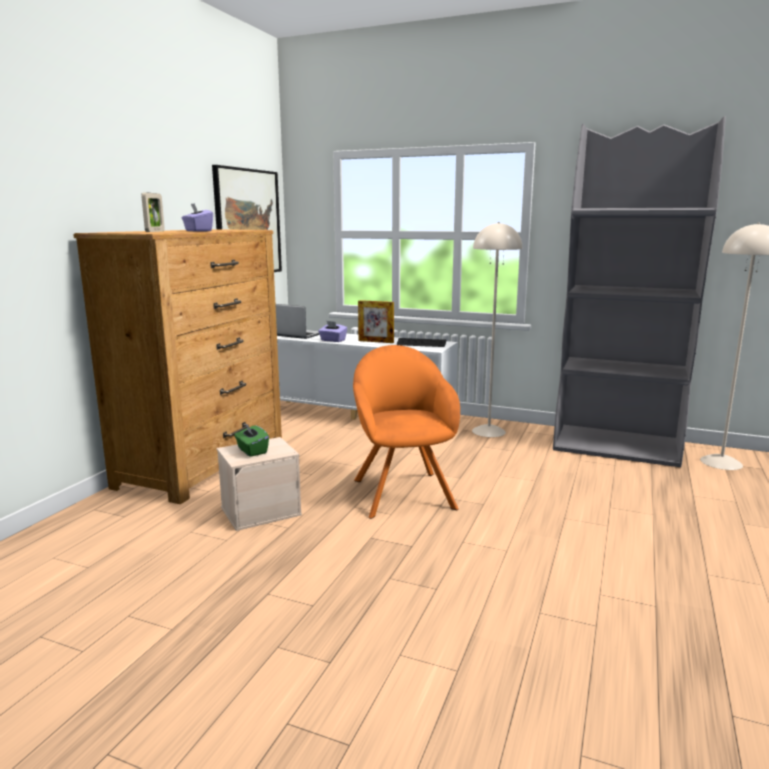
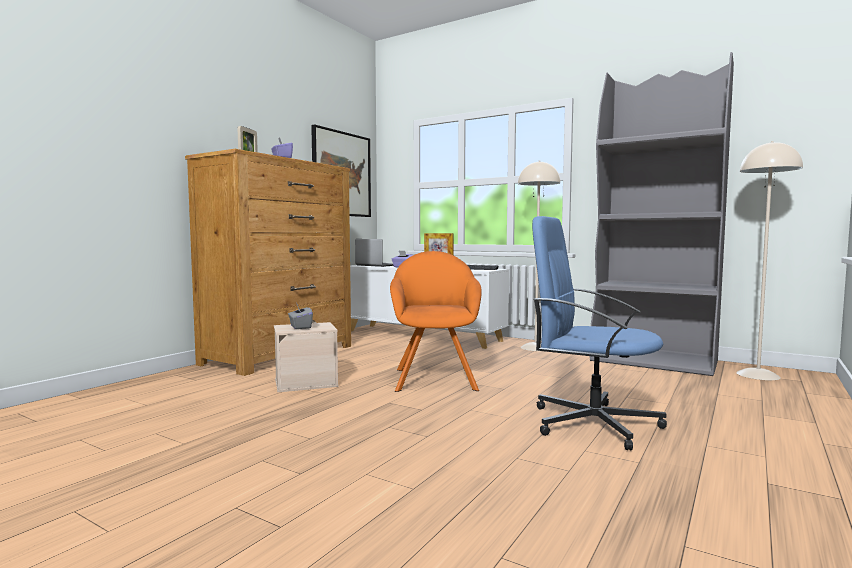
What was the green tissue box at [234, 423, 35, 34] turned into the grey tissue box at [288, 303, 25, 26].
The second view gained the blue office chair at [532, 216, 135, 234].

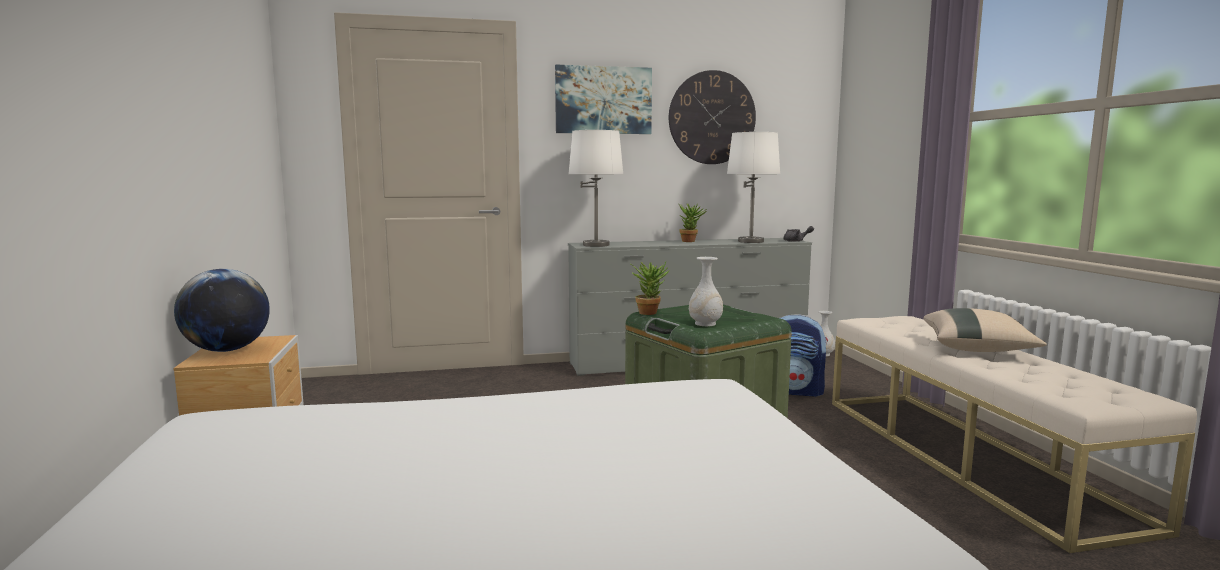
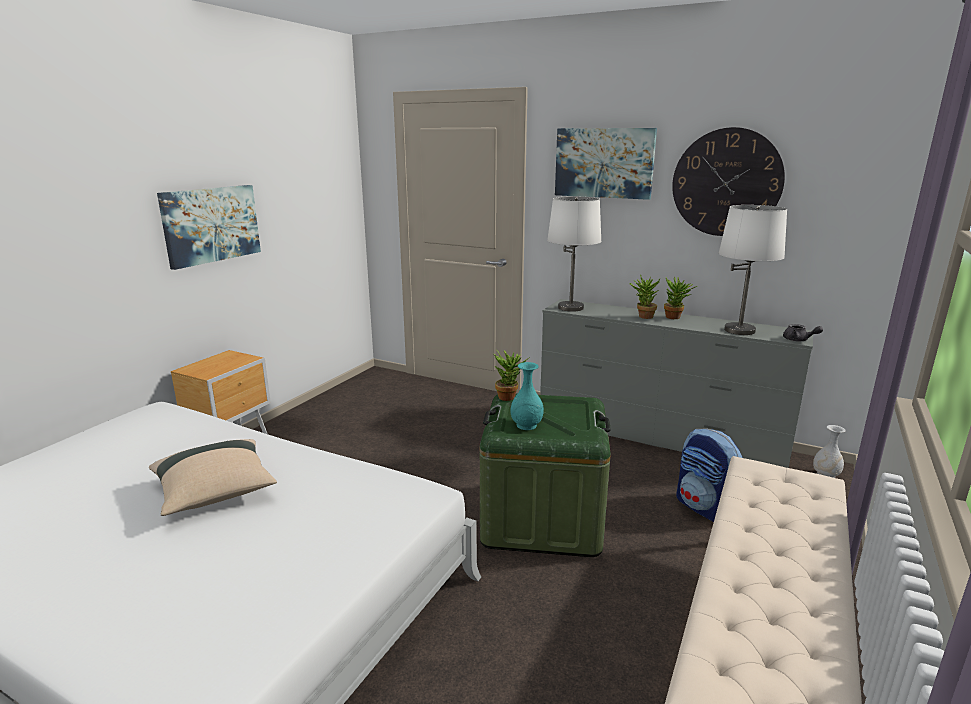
The beige pillow ended up elsewhere, having gone from [923, 308, 124, 44] to [149, 439, 128, 77].
The second view gained the picture at [157, 185, 104, 85].
What was the white vase at [689, 257, 34, 69] turned into the turquoise vase at [510, 362, 34, 68].
The second view gained the potted plant at [630, 274, 31, 45].
The second view lost the globe at [174, 269, 96, 83].

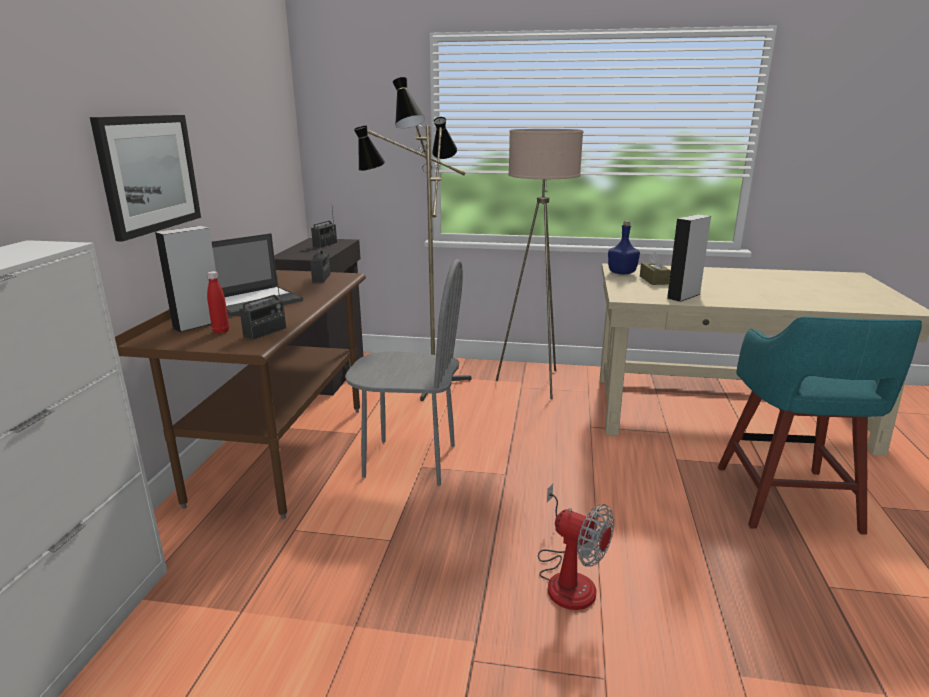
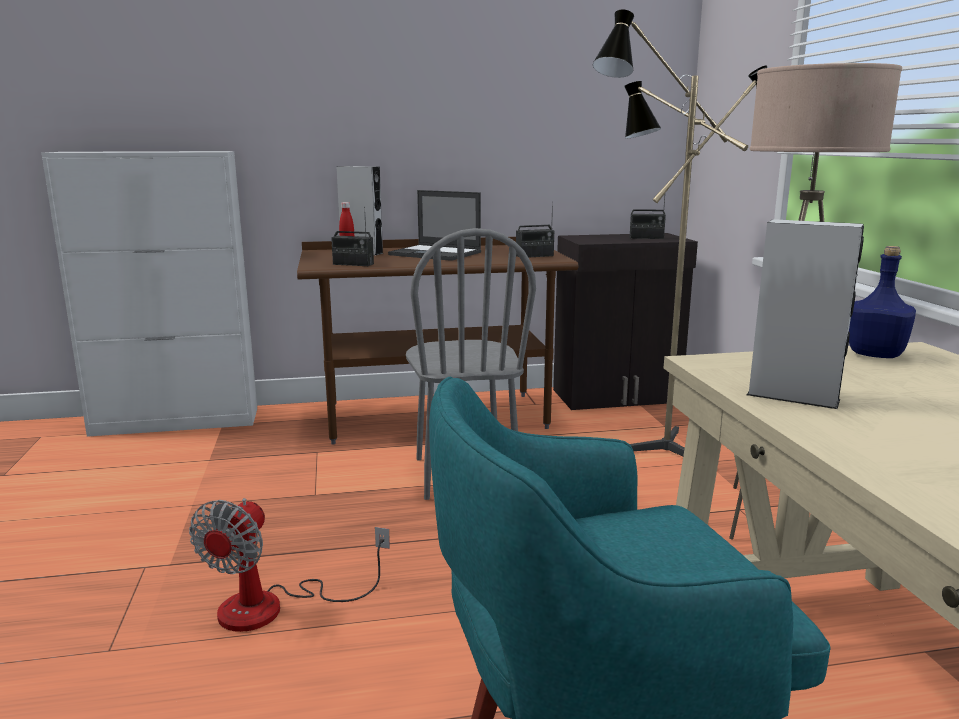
The second view lost the picture at [90, 115, 111, 127].
The second view lost the brown tissue box at [640, 252, 31, 33].

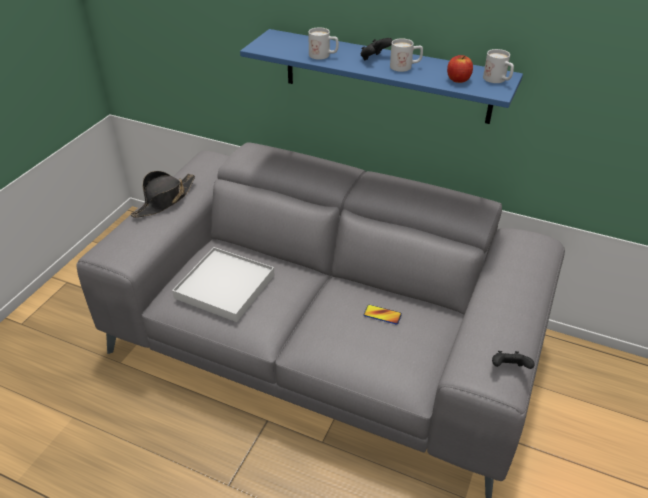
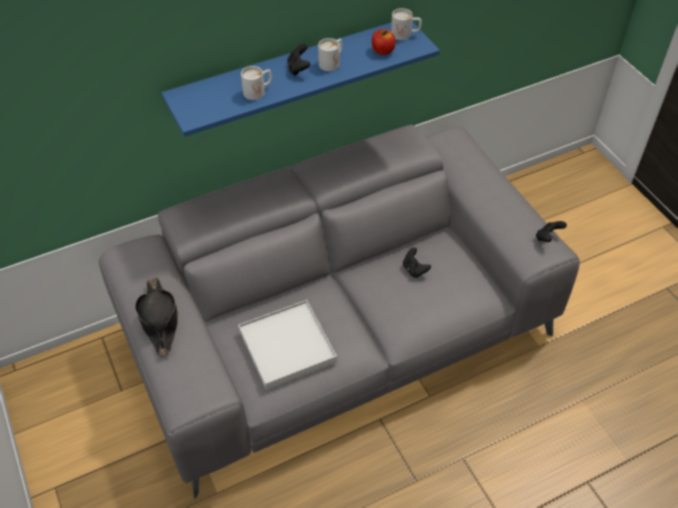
Where the phone stood at [364, 305, 38, 20], the black game controller came to stand at [403, 248, 28, 30].

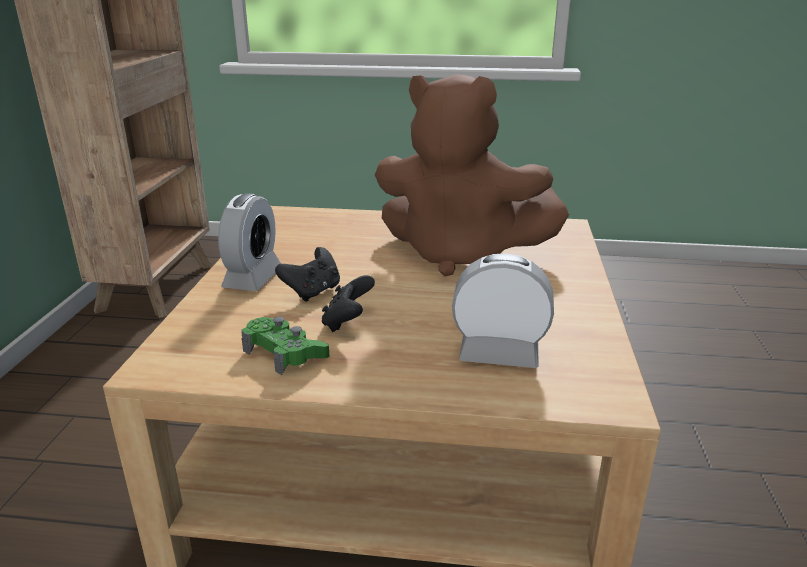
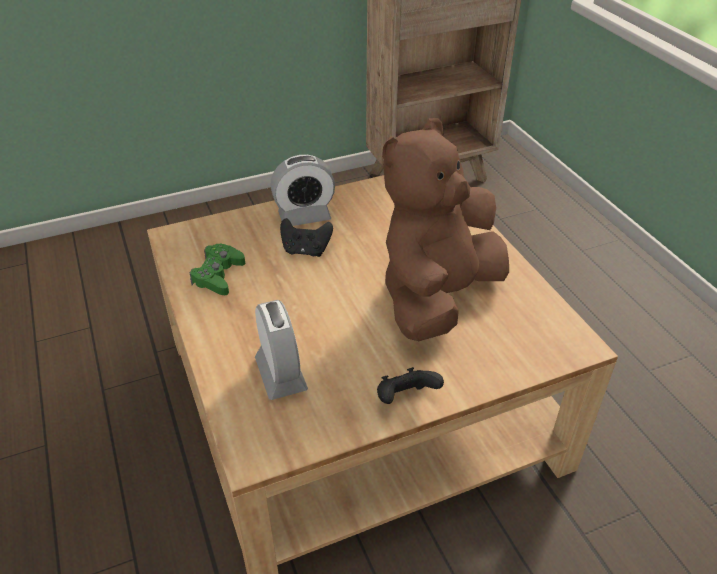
The black game controller ended up elsewhere, having gone from [322, 275, 53, 57] to [377, 367, 67, 37].
The brown plush toy at [375, 74, 194, 202] ended up facing another way, 45 degrees clockwise from before.

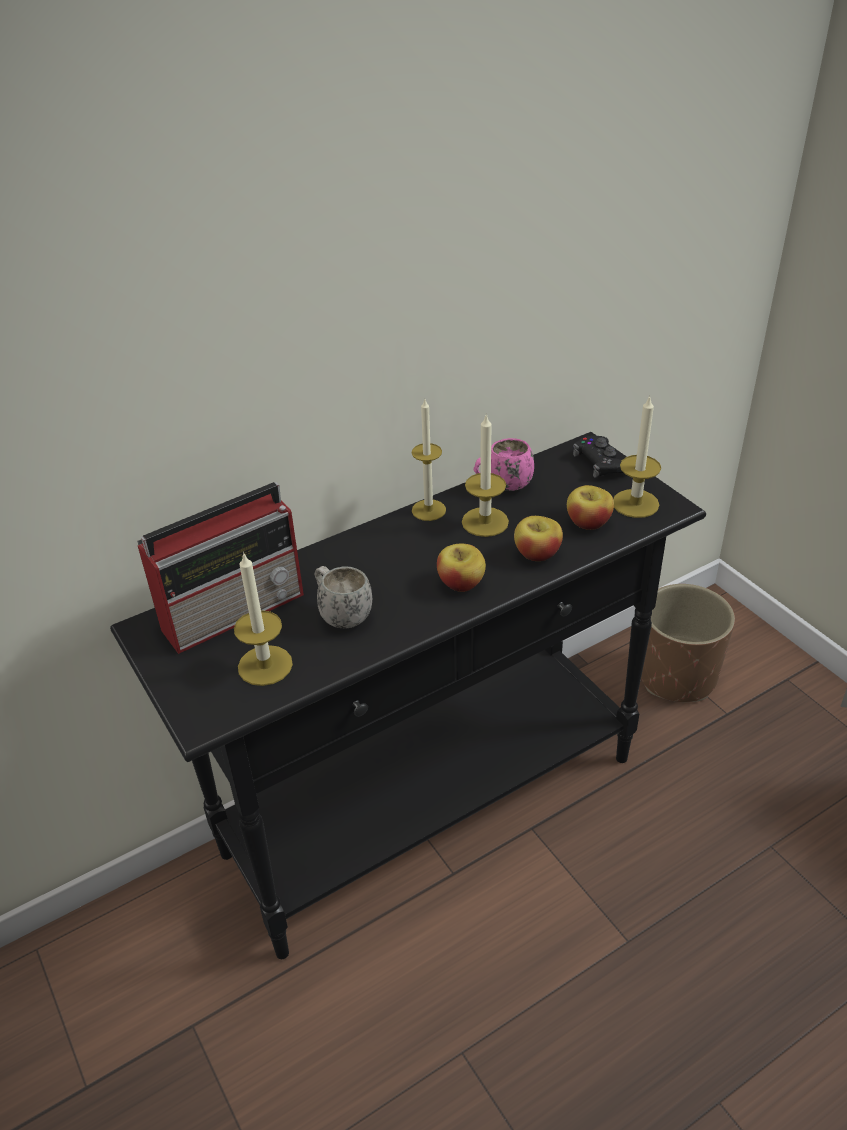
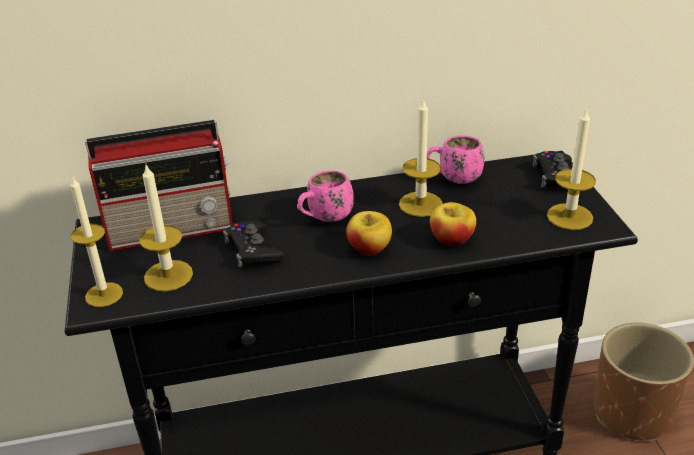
The candle ended up elsewhere, having gone from [412, 399, 34, 122] to [71, 176, 52, 131].
Where the white mug stood at [315, 566, 57, 63], the black game controller came to stand at [223, 221, 62, 47].
The second view gained the pink mug at [297, 170, 57, 52].
The second view lost the apple at [567, 485, 47, 45].

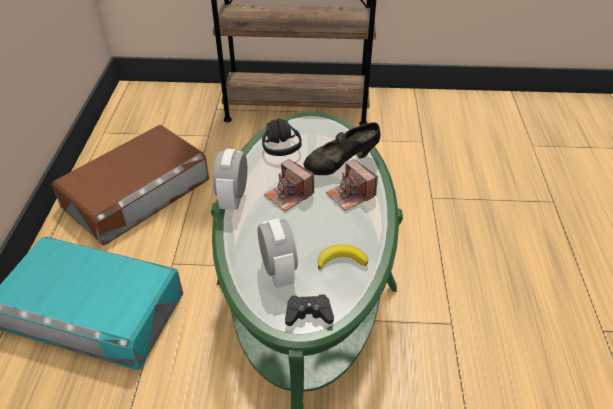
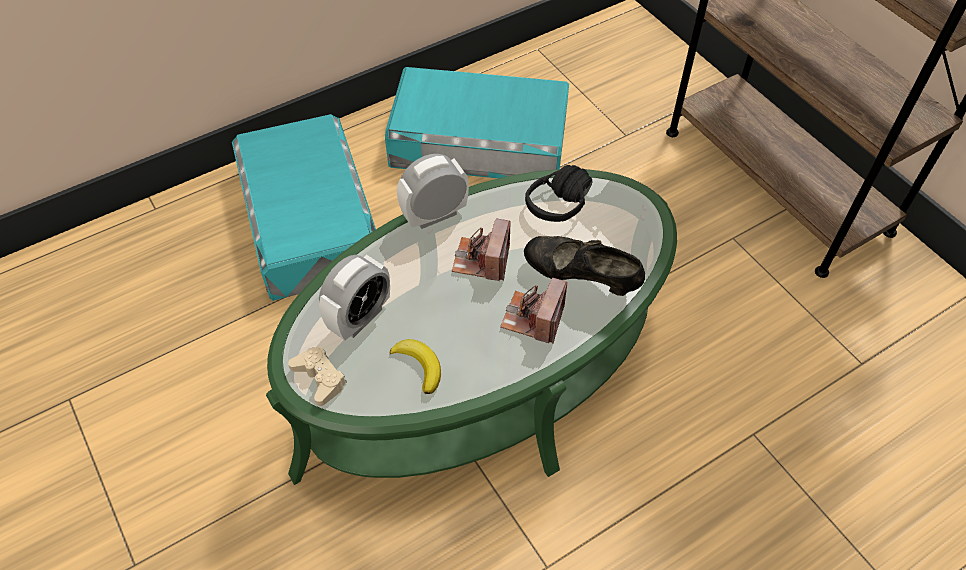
What was the black game controller at [285, 294, 49, 32] turned into the beige game controller at [288, 347, 59, 59].
What was the brown storage box at [52, 125, 157, 120] turned into the turquoise storage box at [385, 67, 184, 111].

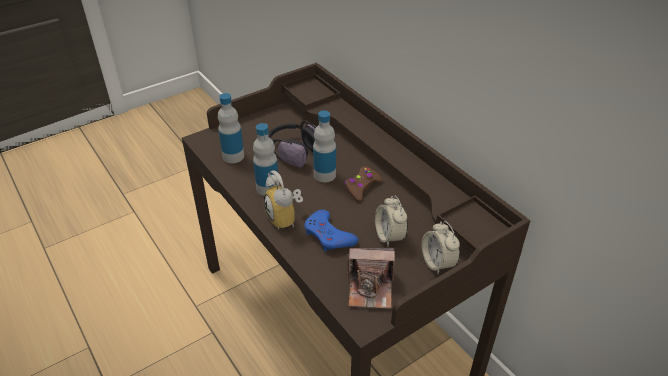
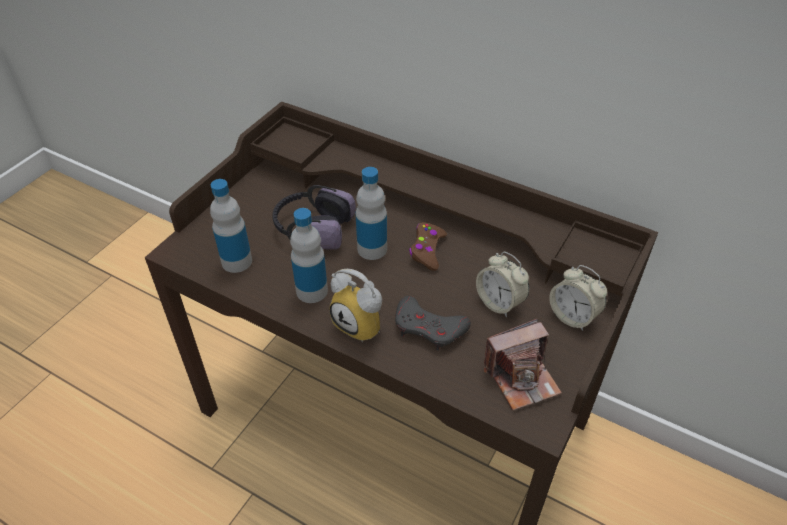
What was the blue game controller at [304, 210, 54, 41] turned into the grey game controller at [395, 296, 76, 55].

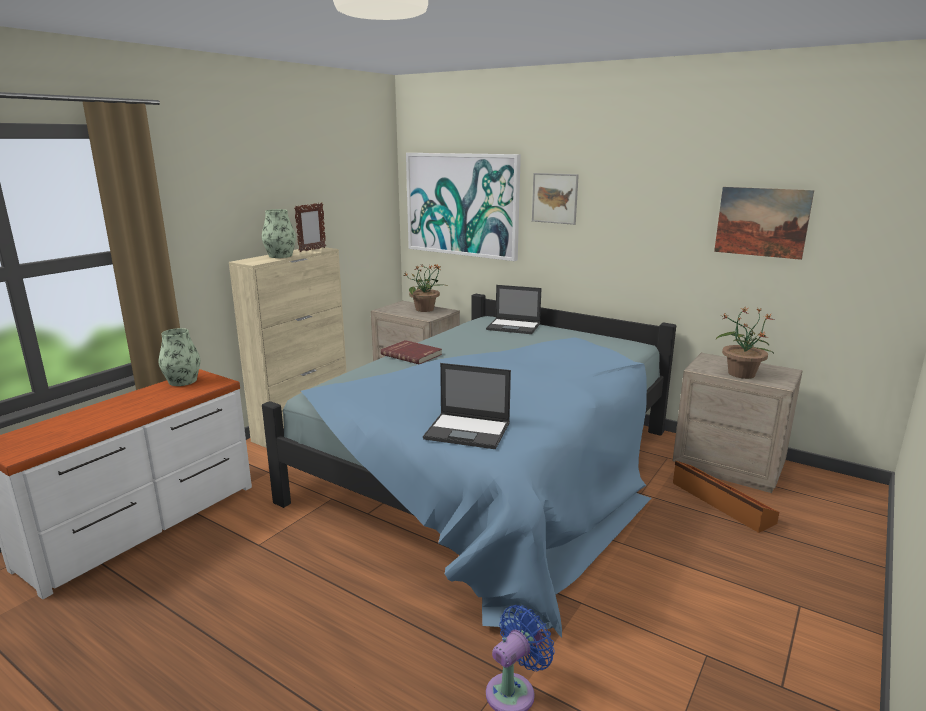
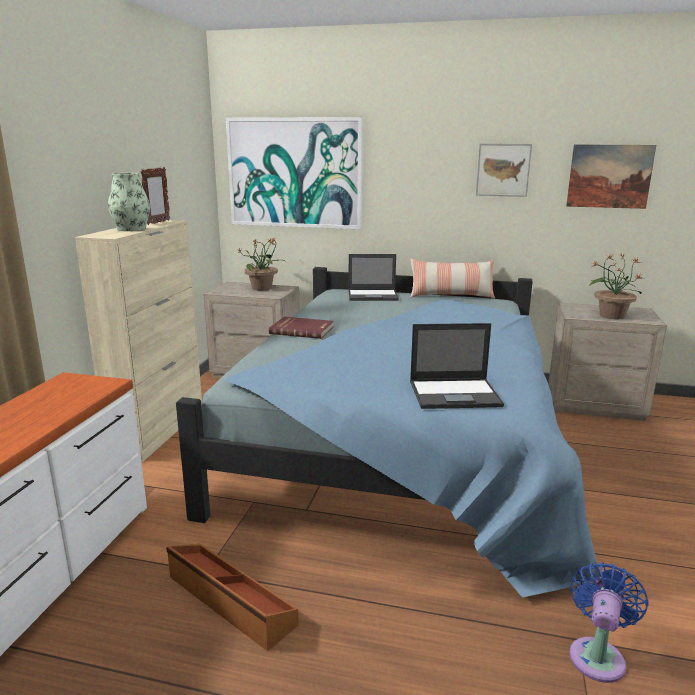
The brown storage box ended up elsewhere, having gone from [673, 461, 106, 72] to [166, 544, 133, 107].
The second view gained the pillow at [410, 259, 85, 40].
The picture ended up elsewhere, having gone from [532, 173, 47, 52] to [476, 144, 56, 53].
The second view lost the vase at [159, 328, 41, 58].

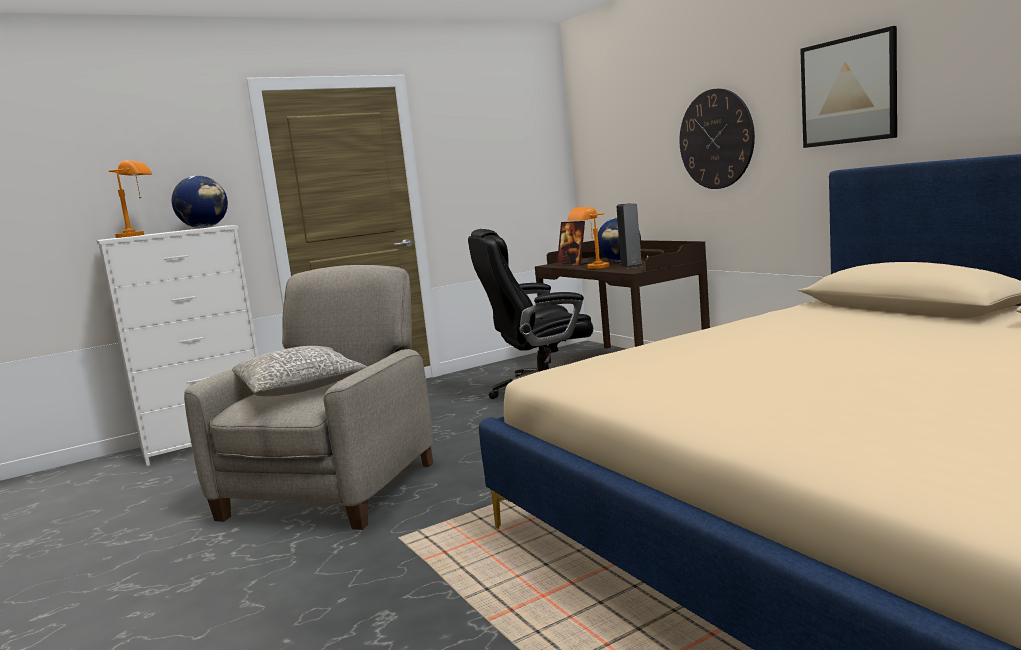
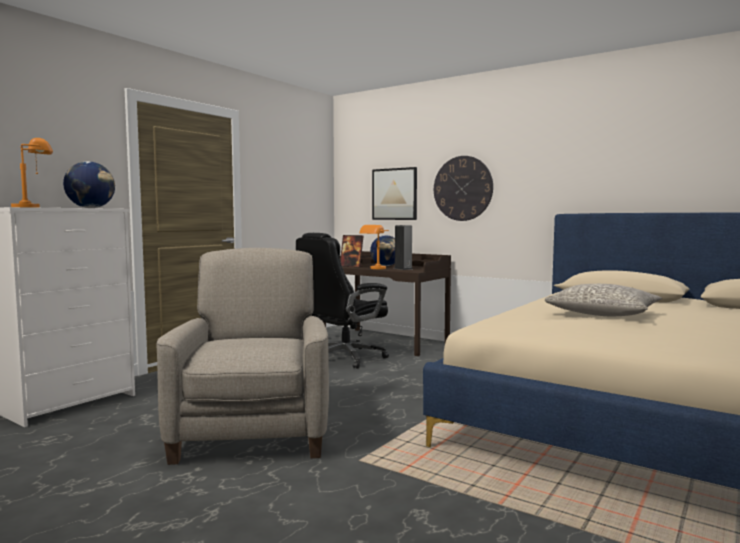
The picture ended up elsewhere, having gone from [800, 26, 97, 122] to [372, 167, 45, 53].
The grey pillow ended up elsewhere, having gone from [232, 346, 135, 50] to [544, 284, 118, 32].

